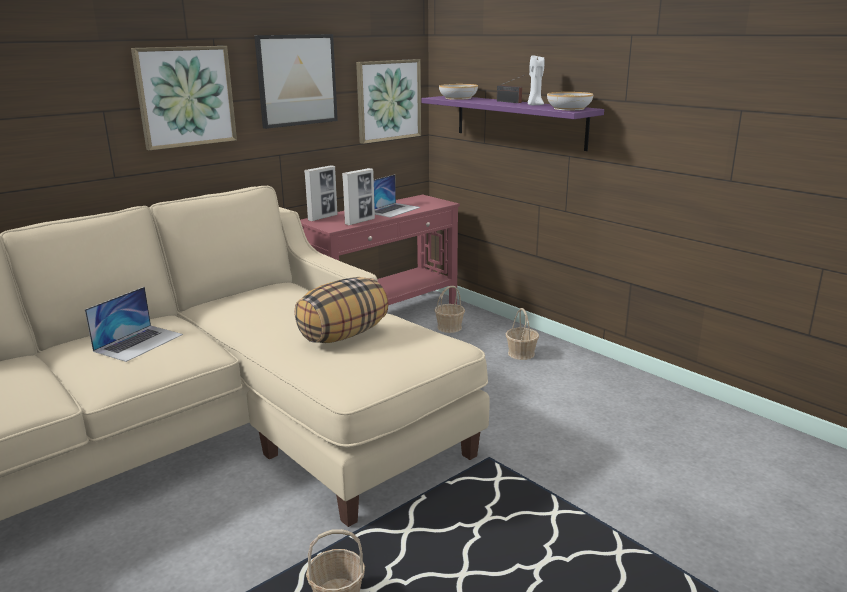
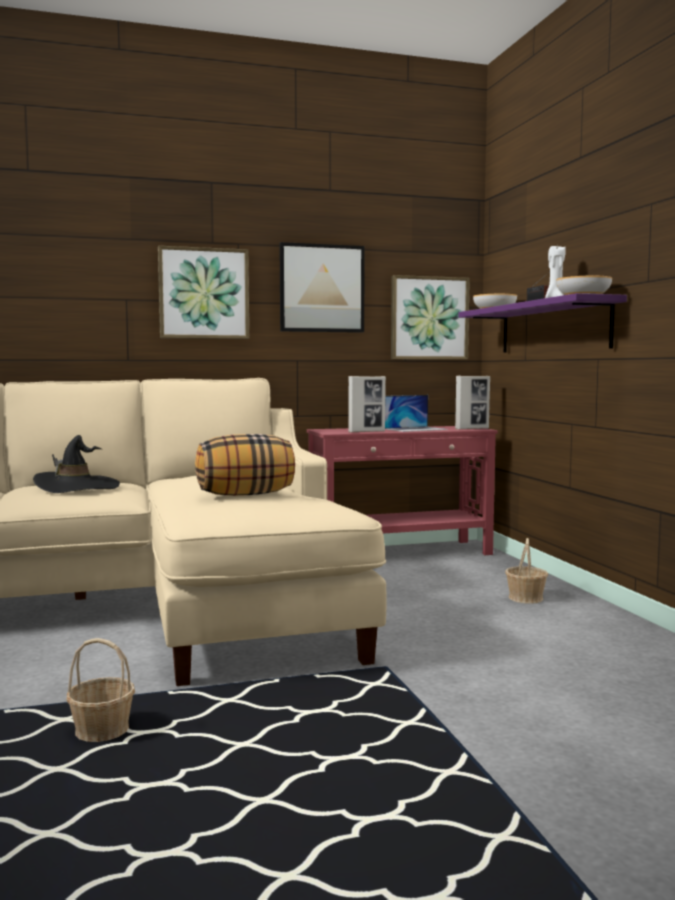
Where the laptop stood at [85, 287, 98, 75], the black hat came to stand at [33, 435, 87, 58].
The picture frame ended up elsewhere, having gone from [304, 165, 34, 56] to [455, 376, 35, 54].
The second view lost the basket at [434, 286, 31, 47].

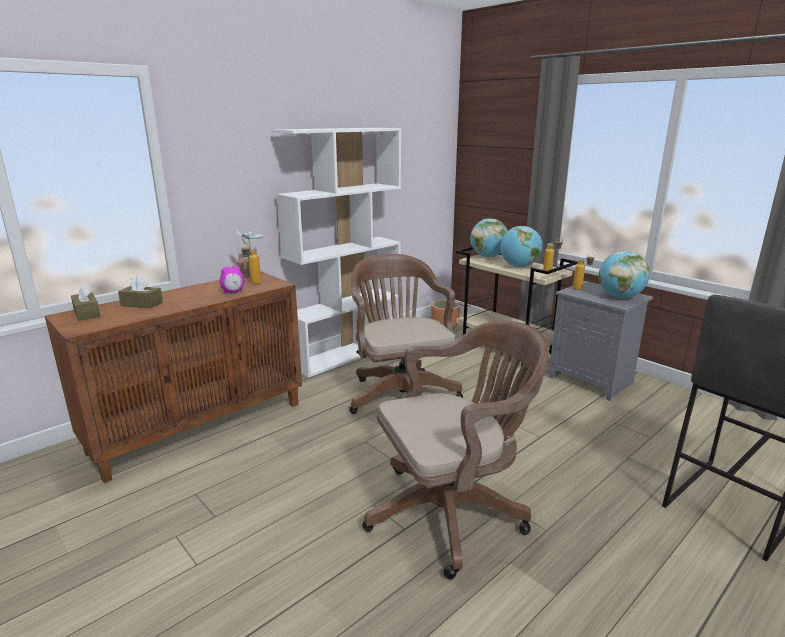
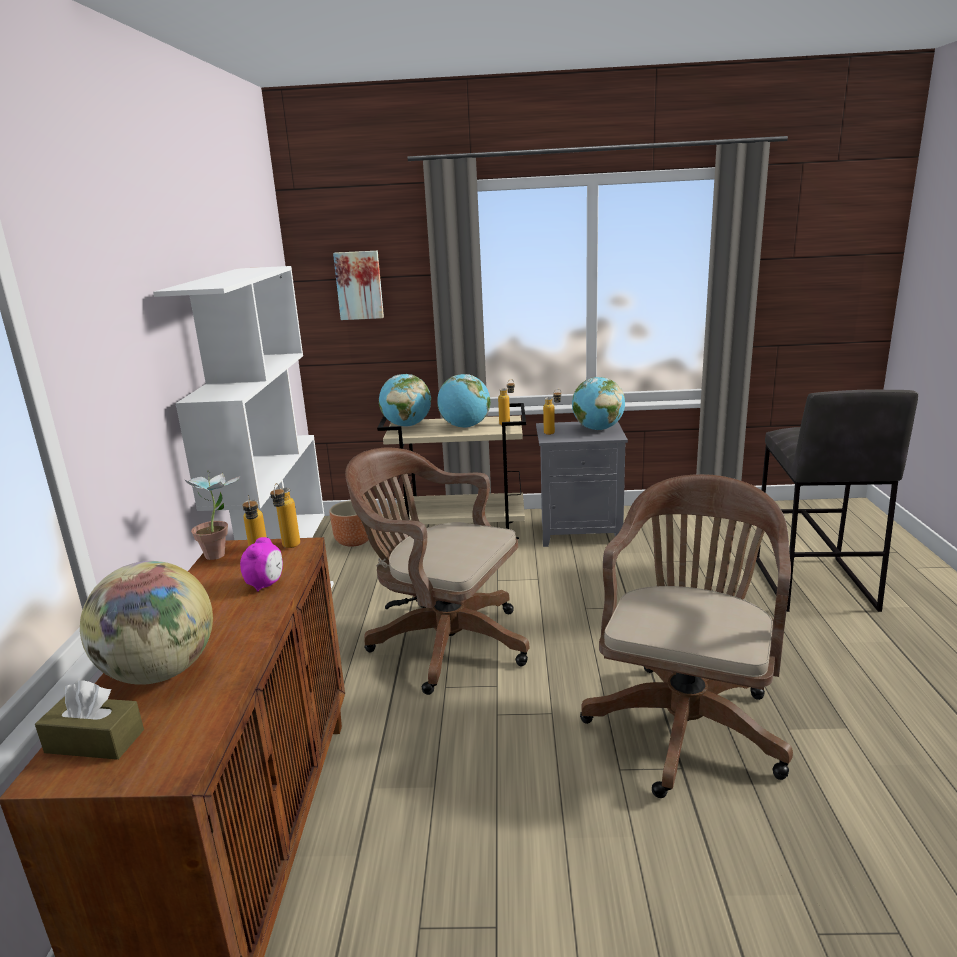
Where the brown tissue box stood at [118, 275, 45, 33], the globe came to stand at [80, 561, 133, 124].
The second view gained the bottle at [270, 483, 30, 65].
The second view gained the picture at [333, 251, 51, 69].

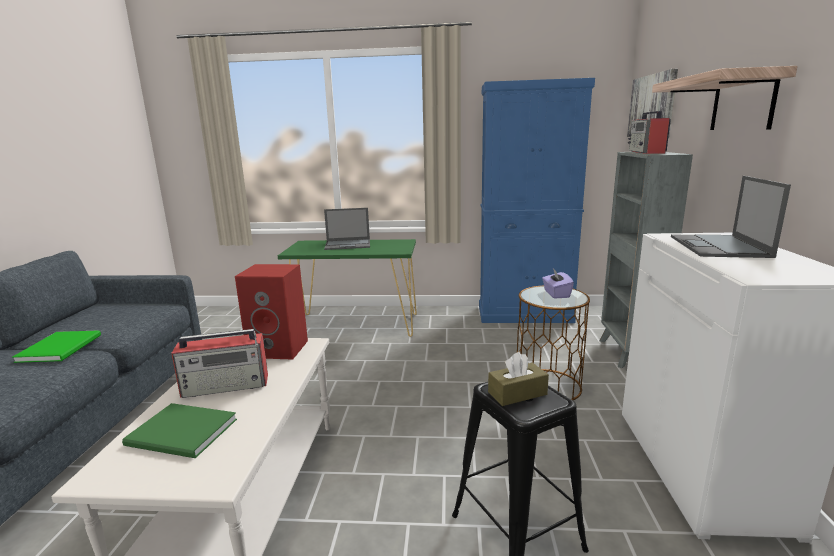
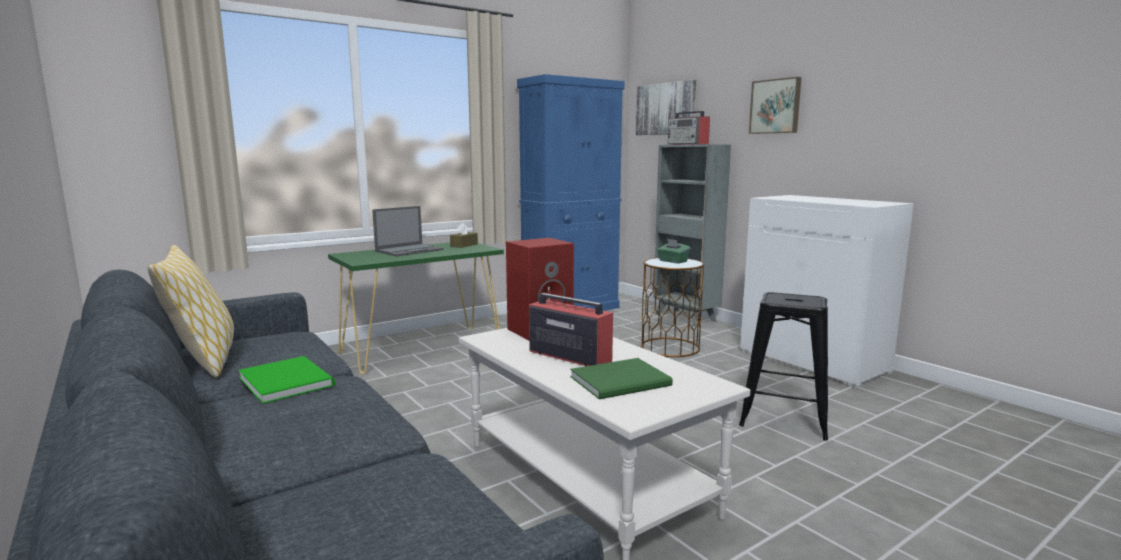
The second view gained the pillow at [148, 245, 86, 133].
The brown tissue box ended up elsewhere, having gone from [488, 352, 61, 54] to [450, 223, 28, 25].
The radio at [171, 329, 97, 69] ended up facing another way, 90 degrees counterclockwise from before.
What was the purple tissue box at [542, 269, 32, 30] turned into the green tissue box at [657, 239, 34, 24].
Where the shelf hung at [652, 66, 146, 64], the picture came to hang at [749, 77, 52, 57].
The second view lost the laptop at [671, 176, 120, 82].

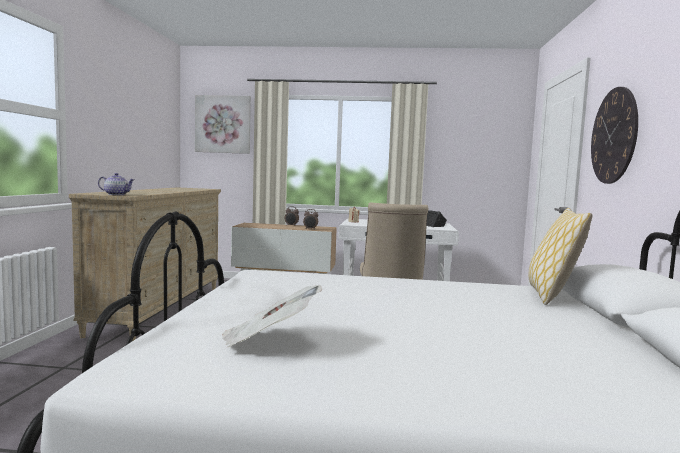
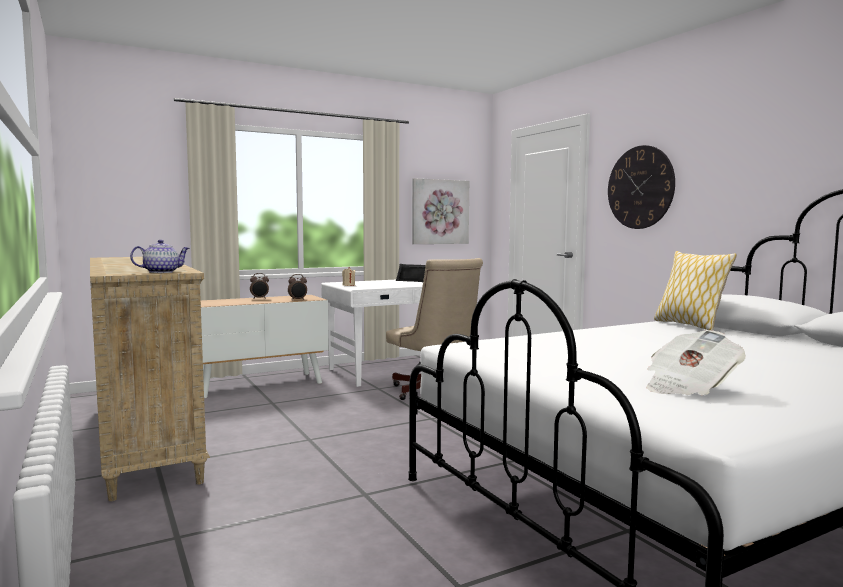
The picture ended up elsewhere, having gone from [195, 95, 56, 59] to [412, 178, 57, 66].

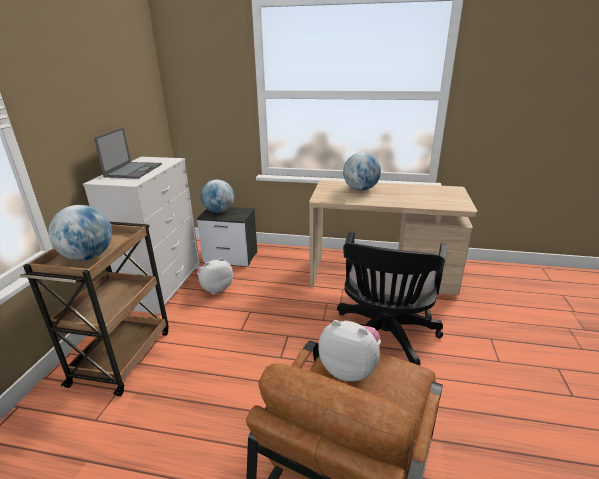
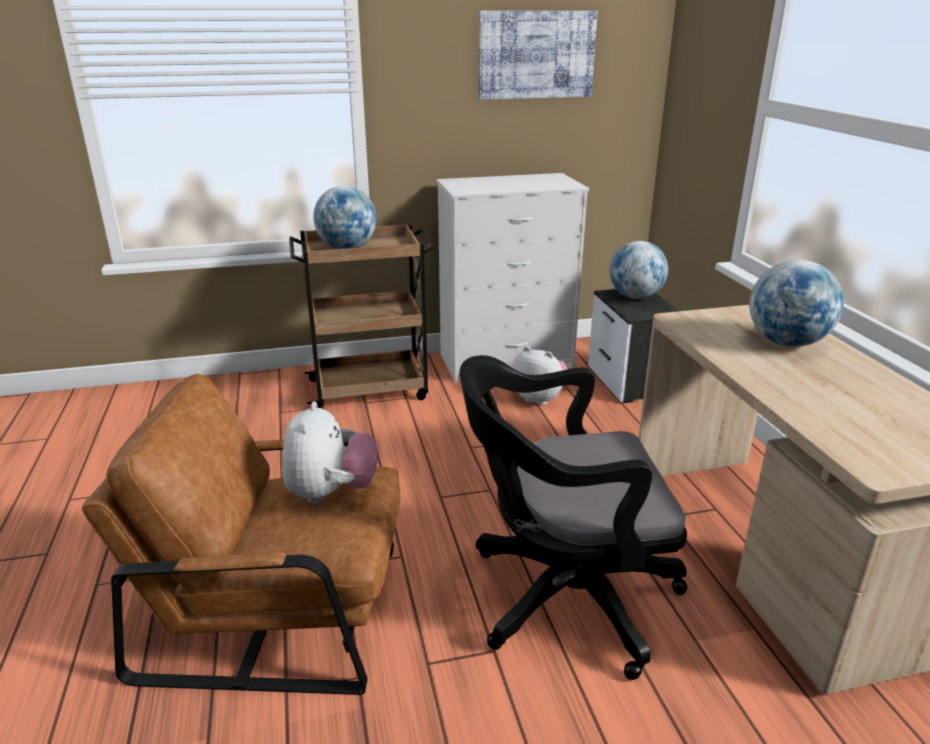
The second view gained the picture at [479, 11, 119, 89].
The second view lost the laptop at [94, 127, 68, 52].

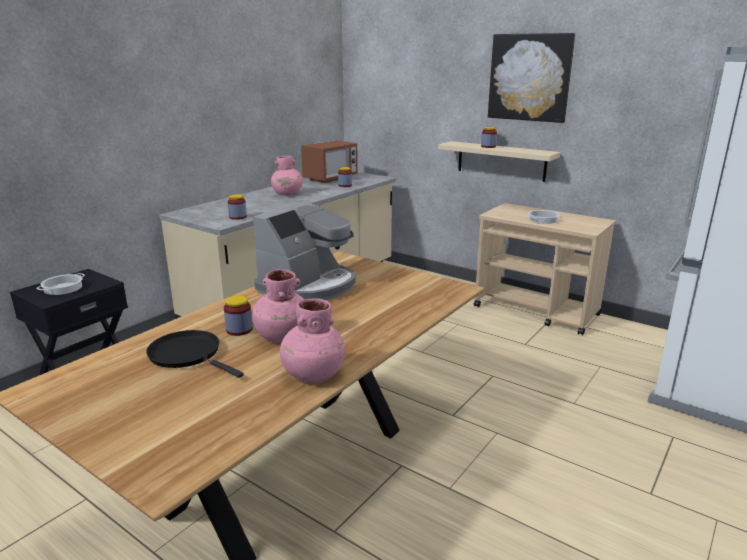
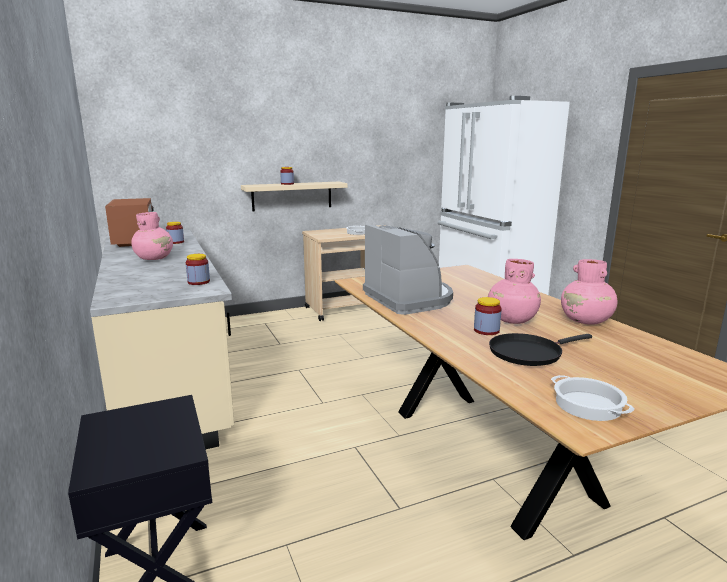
The cooking pot ended up elsewhere, having gone from [36, 273, 49, 22] to [551, 375, 83, 46].
The second view lost the picture at [488, 33, 87, 90].

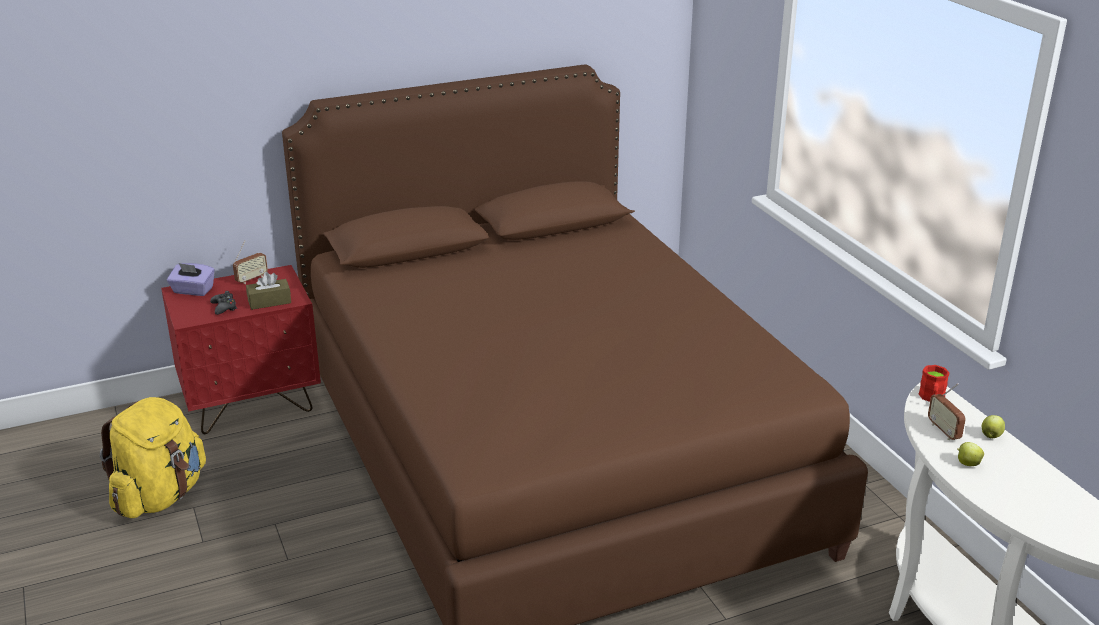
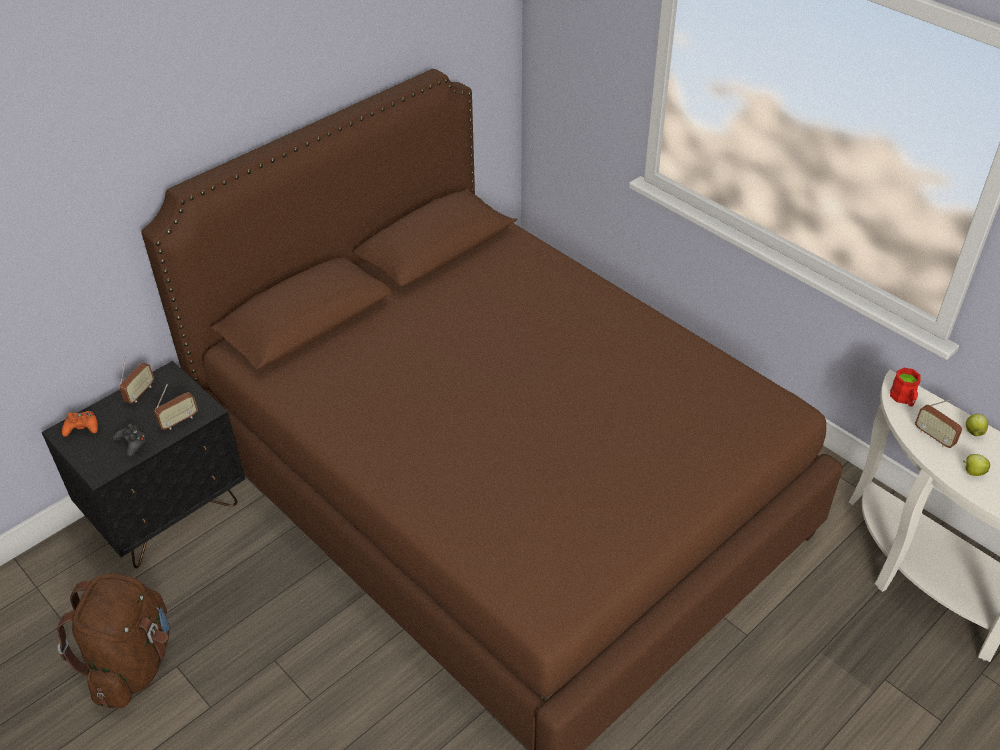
What was the red nightstand at [161, 265, 160, 169] turned into the black nightstand at [42, 361, 203, 207].
What was the yellow backpack at [100, 397, 106, 121] turned into the brown backpack at [57, 573, 112, 135].
Where the purple tissue box stood at [167, 263, 48, 33], the orange game controller came to stand at [62, 411, 36, 26].
Where the brown tissue box stood at [246, 272, 45, 38], the radio came to stand at [154, 384, 44, 46].

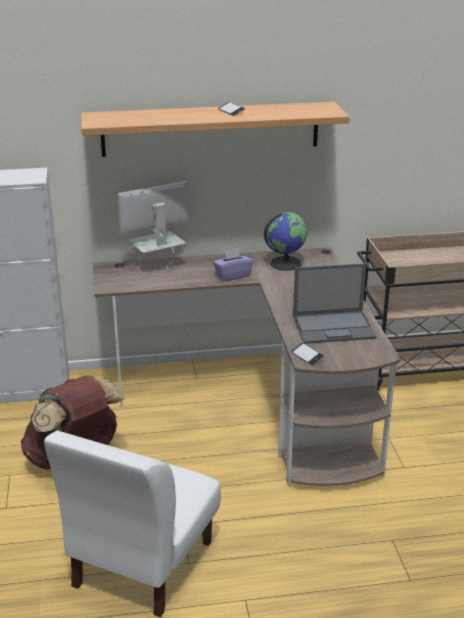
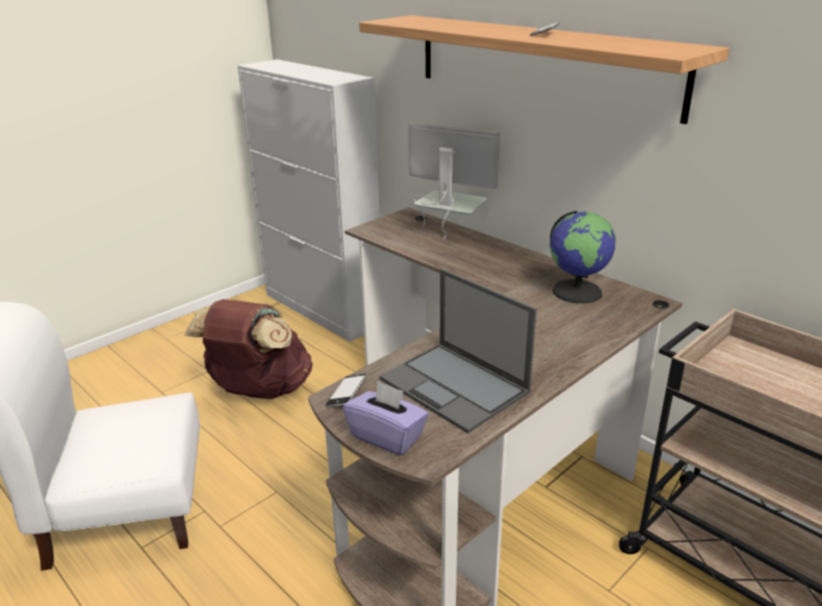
The purple tissue box ended up elsewhere, having gone from [213, 248, 40, 33] to [343, 380, 86, 75].

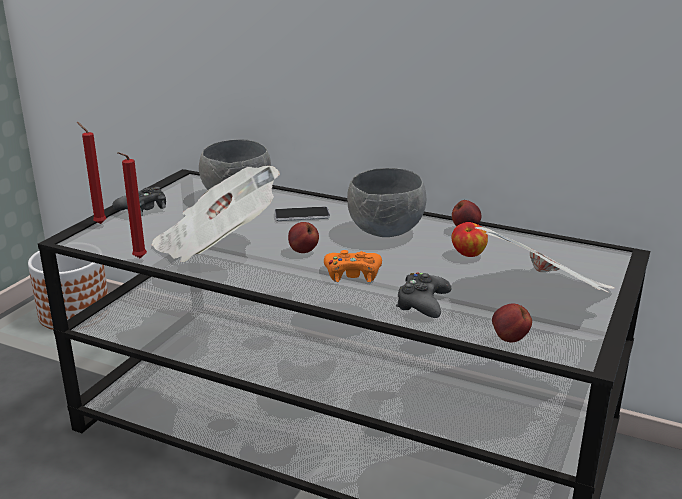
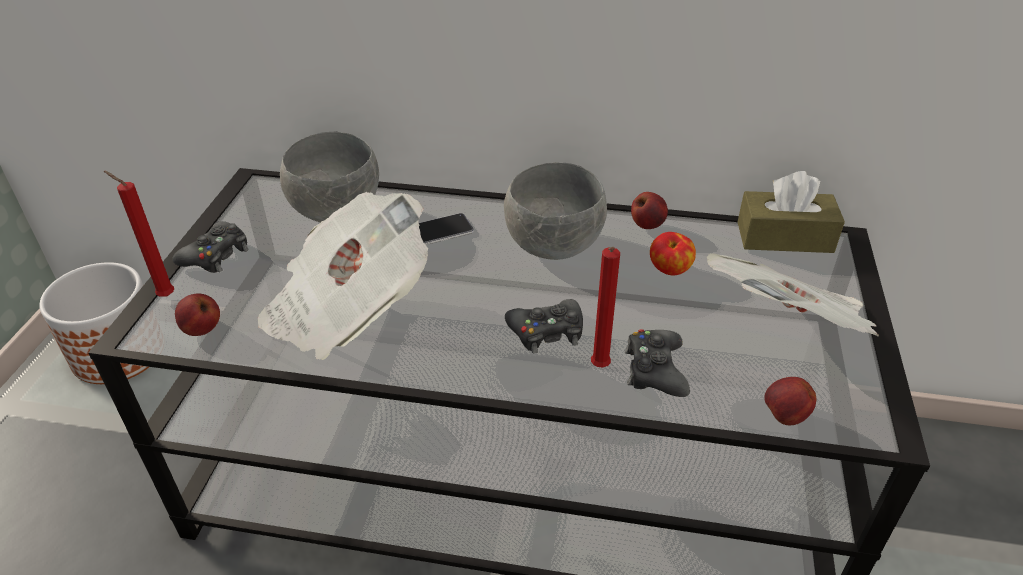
The apple ended up elsewhere, having gone from [288, 222, 31, 31] to [175, 294, 45, 42].
What was the orange game controller at [324, 250, 58, 32] turned into the black game controller at [505, 299, 78, 55].
The red candle ended up elsewhere, having gone from [117, 152, 30, 106] to [591, 247, 29, 120].
The second view gained the brown tissue box at [738, 171, 107, 82].

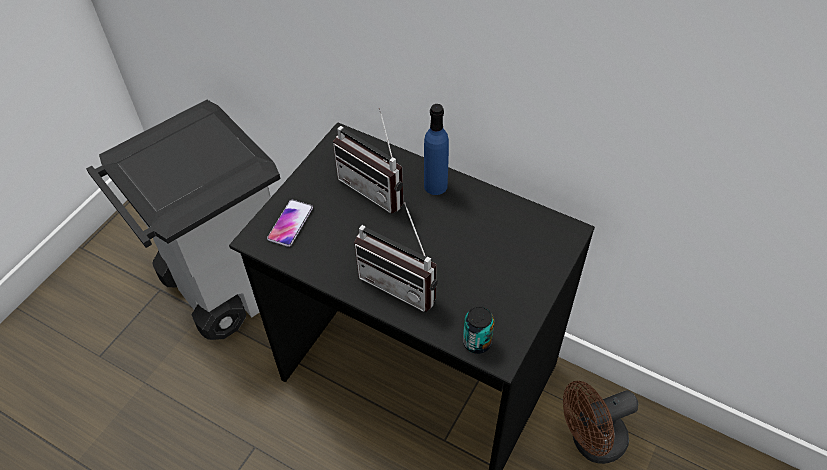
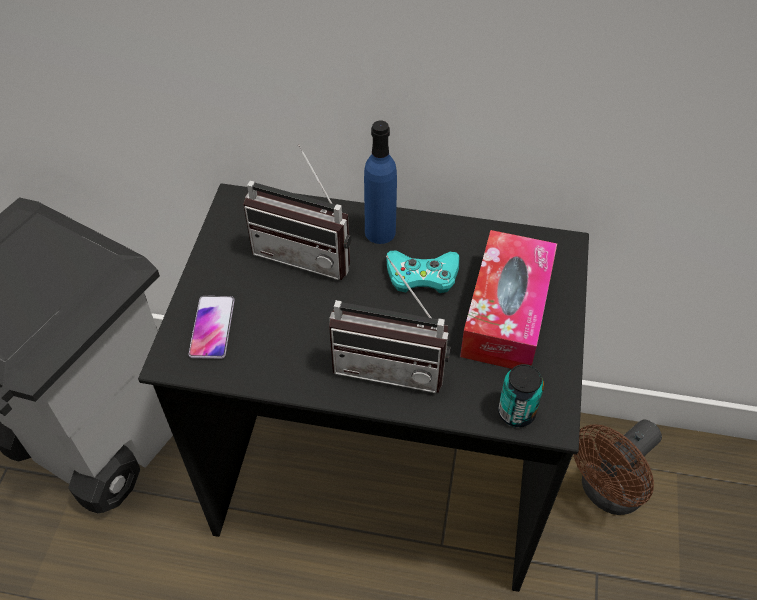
The second view gained the turquoise game controller at [386, 251, 73, 42].
The second view gained the tissue box at [460, 230, 97, 139].

